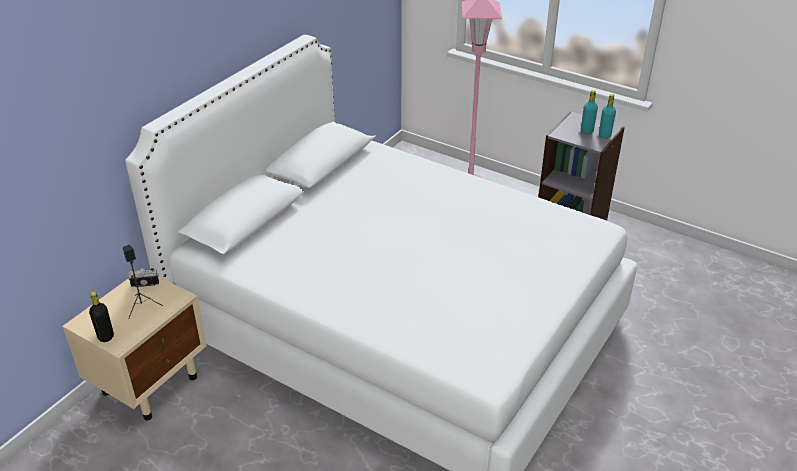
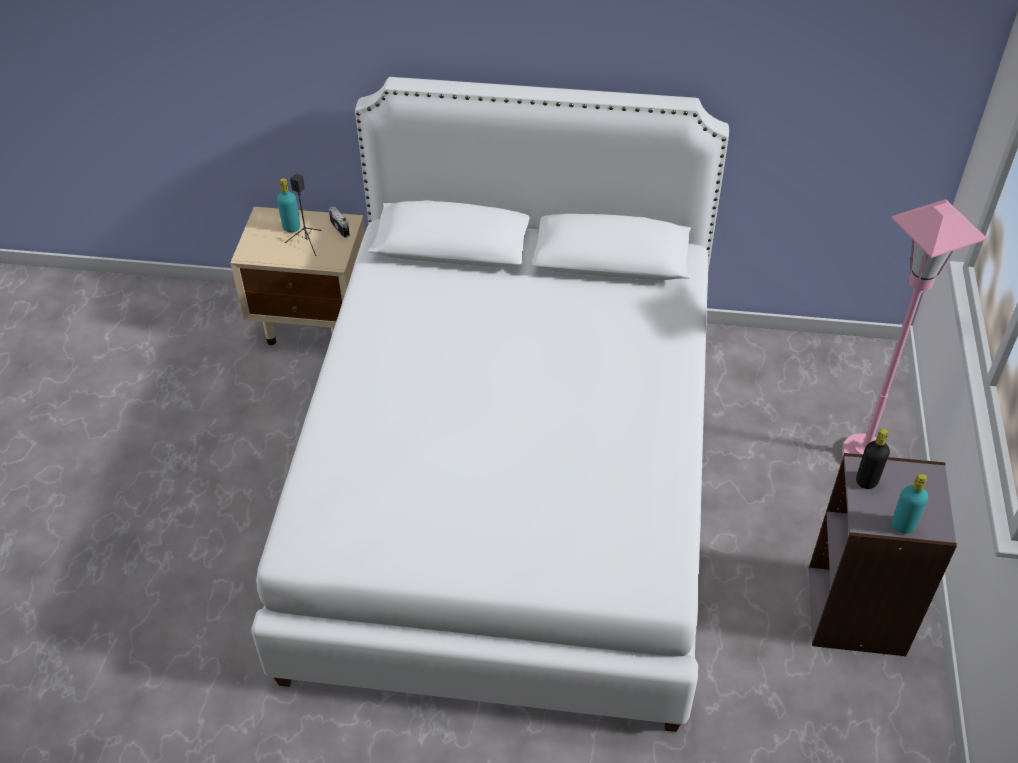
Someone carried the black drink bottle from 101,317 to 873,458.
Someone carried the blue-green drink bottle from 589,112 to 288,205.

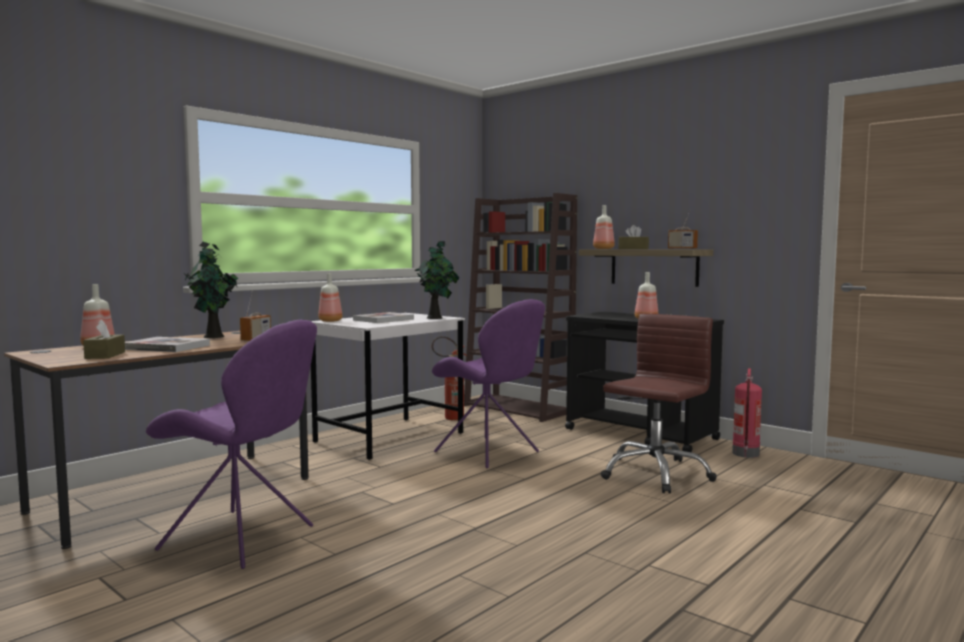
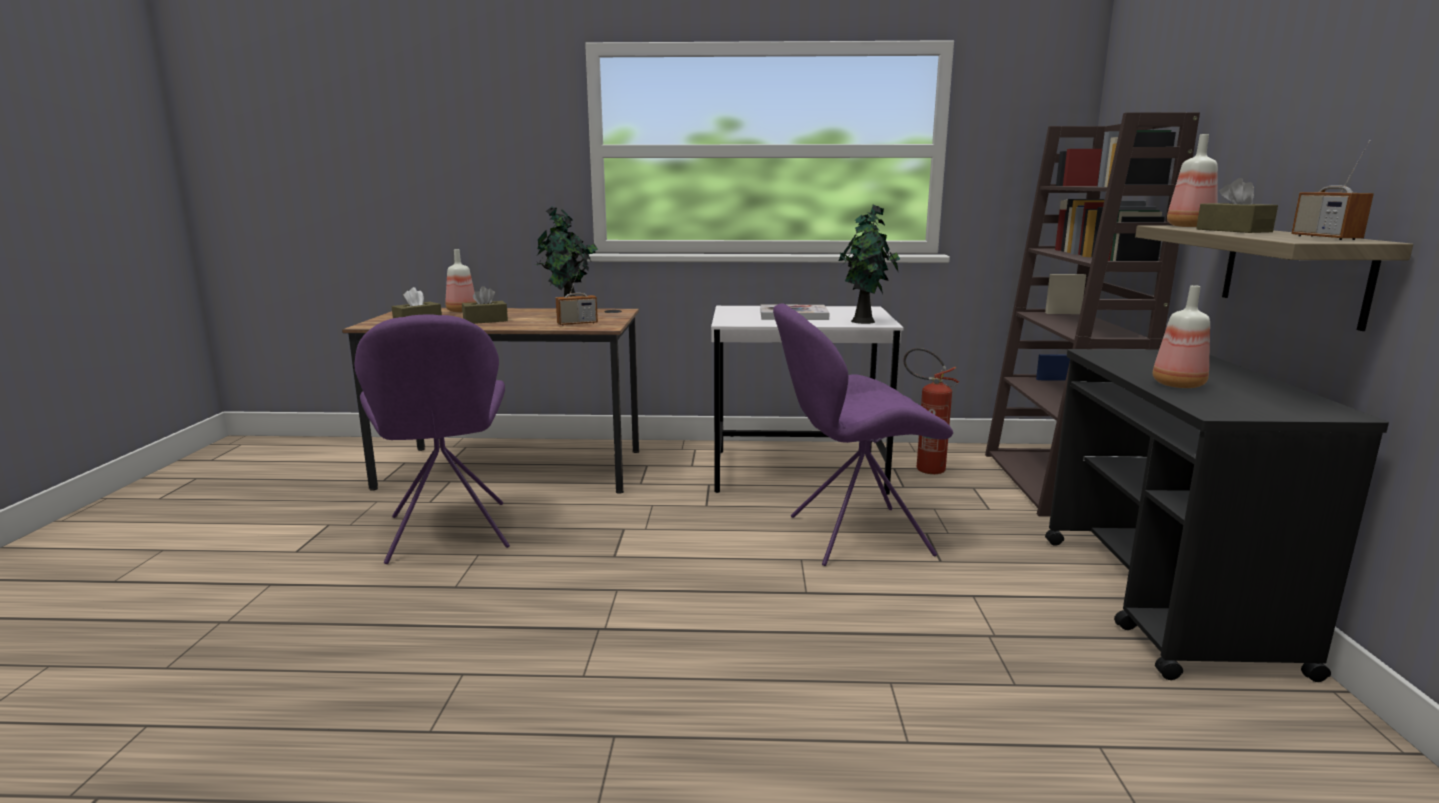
Someone swapped the book at 167,344 for the brownish box of tissues at 485,305.
Someone took away the drink bottle at 330,297.
Someone rotated the purple plain chair at 488,383 by 75 degrees clockwise.
Someone took away the brownish desk chair at 659,403.
Someone took away the extinguisher at 747,413.

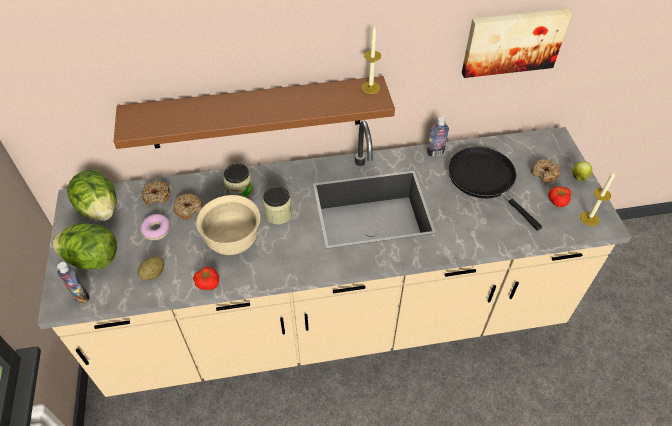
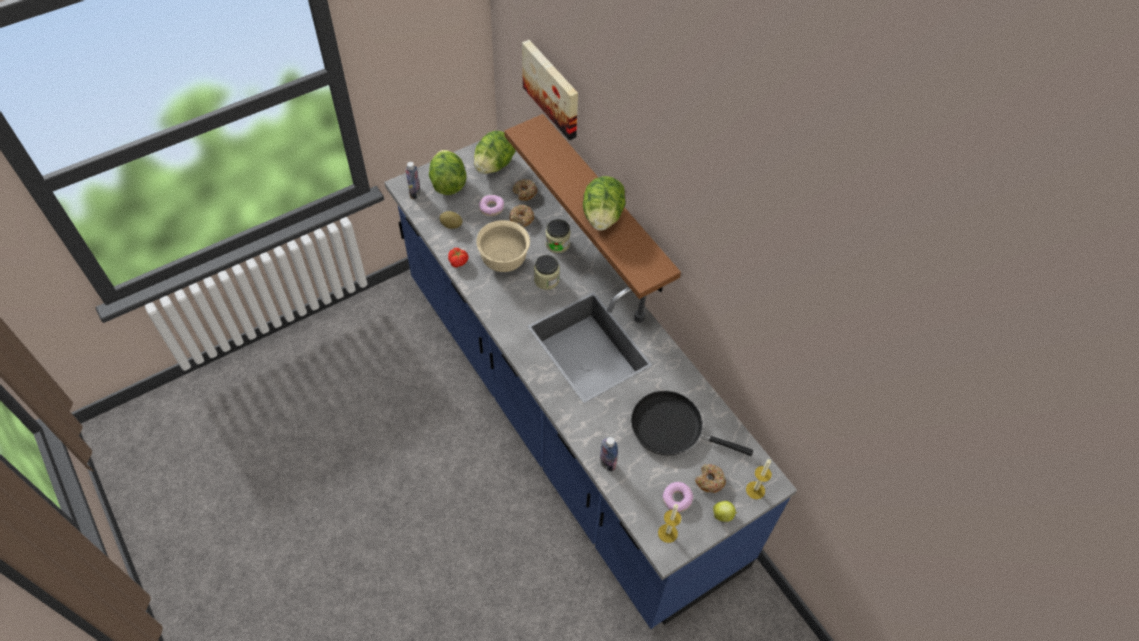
Someone repainted the sand-coloured kitchen counter at 334,259, which became the bluish kitchen counter at 590,384.
Someone carried the wax candle from 371,59 to 759,479.
Someone carried the drink bottle from 438,137 to 609,454.
Someone rotated the black pan at 495,188 by 105 degrees counterclockwise.
Someone carried the wall art from 517,43 to 550,90.
Someone swapped the tomato at 559,196 for the doughnut at 678,497.
Someone put down the lettuce at 604,203.

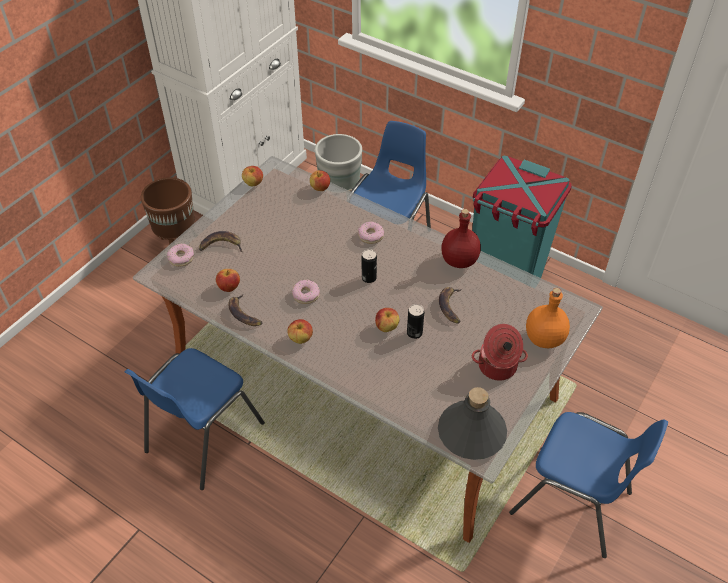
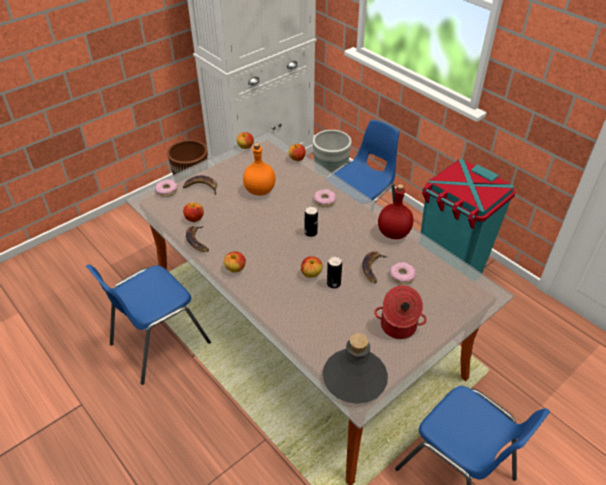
Someone carried the doughnut from 306,292 to 403,273.
Someone carried the orangey drink bottle from 548,318 to 259,169.

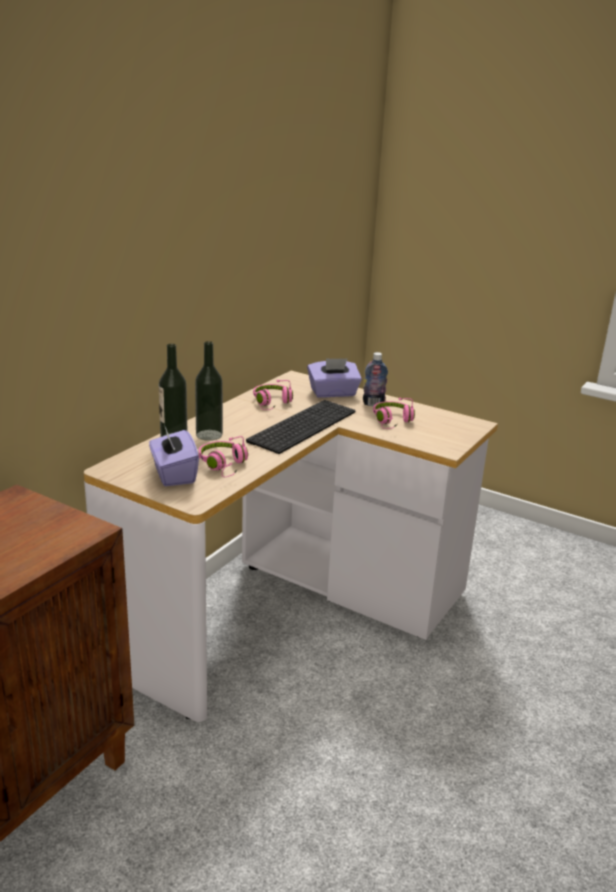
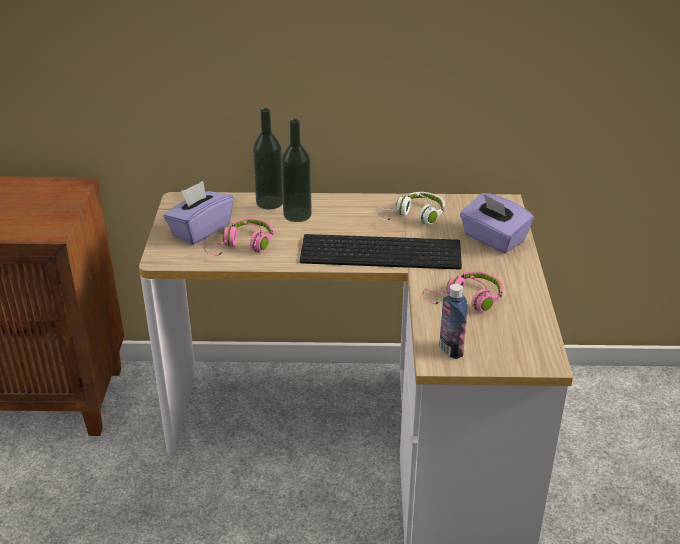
Someone repainted the pink headphones at 273,395, which became the white headphones at 410,208.
Someone carried the drink bottle from 375,379 to 453,321.

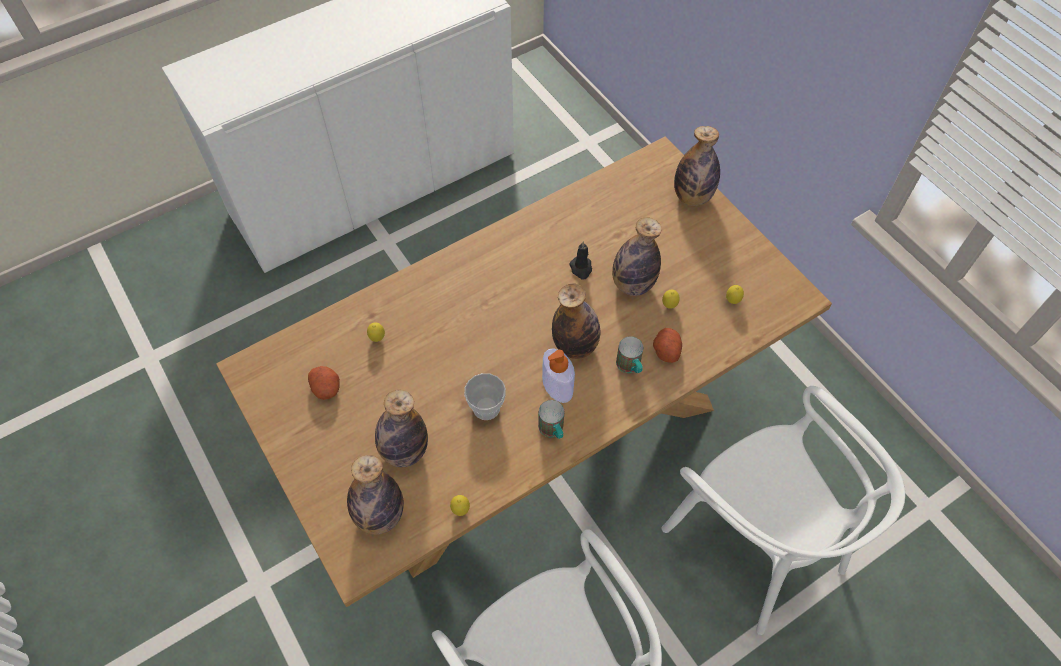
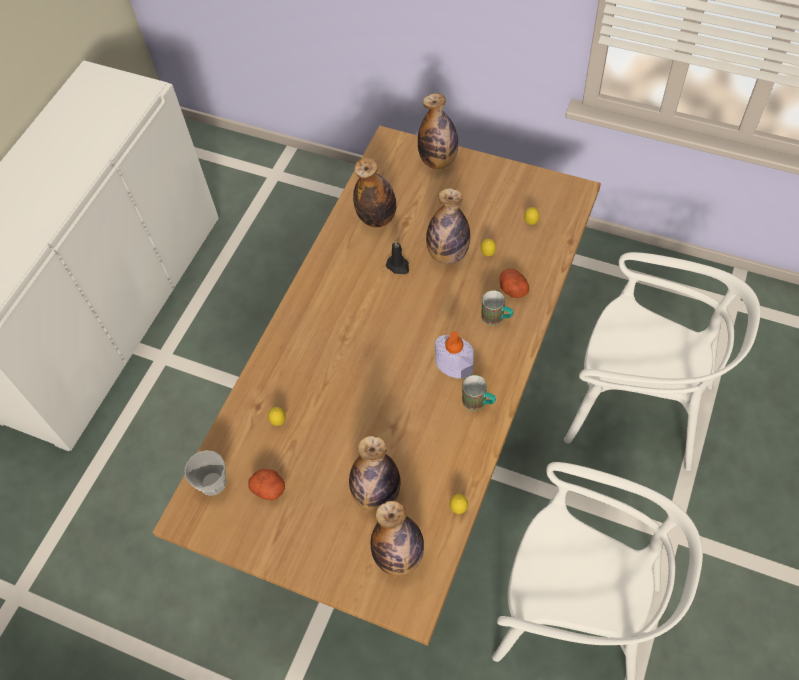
Someone carried the cup from 485,396 to 205,473.
Someone carried the drink bottle from 576,321 to 374,192.

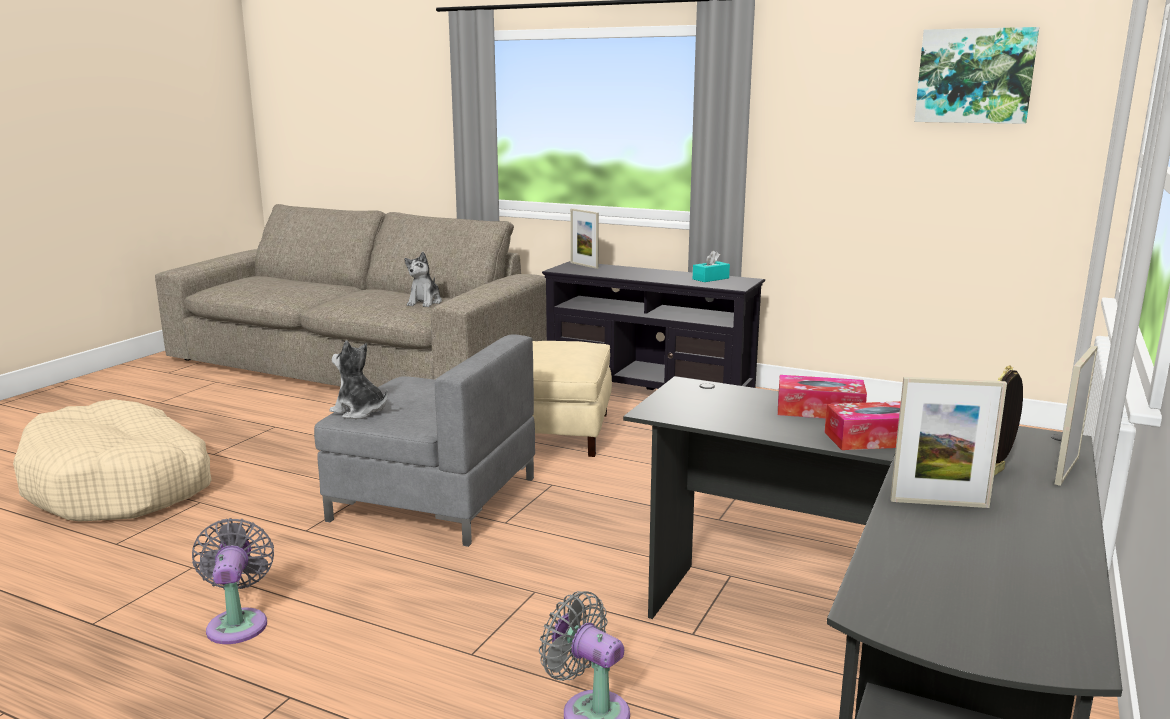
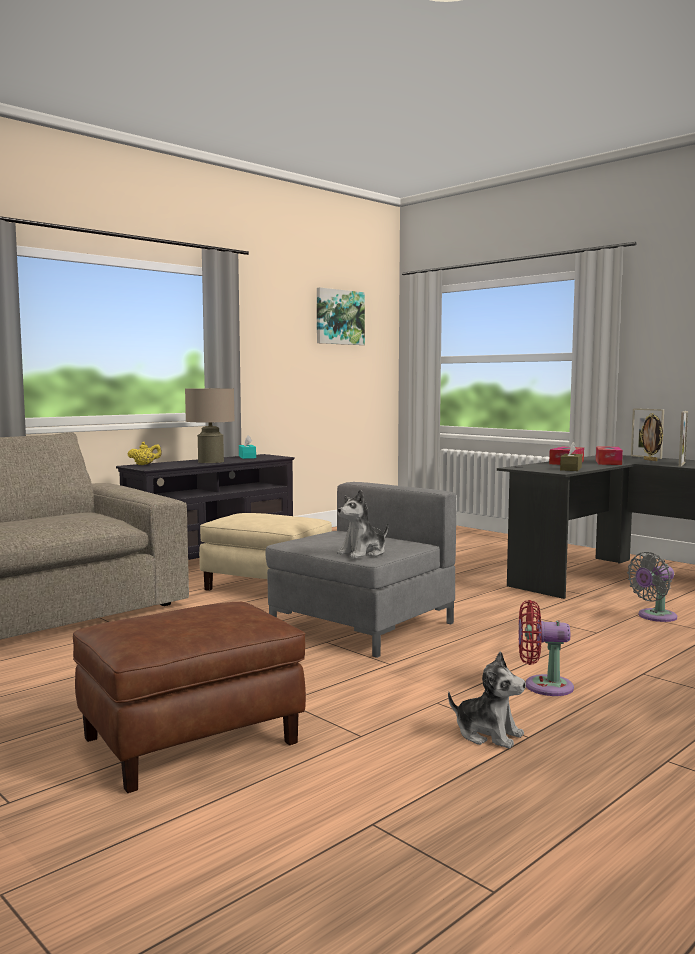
Someone swapped the sand-coloured pet bed at 112,460 for the brownish footrest at 189,697.
Someone repainted the grey electric fan at 233,581, which became the reddish electric fan at 546,648.
Someone carried the plush toy from 423,279 to 487,700.
Someone swapped the photo frame at 584,239 for the yellowish tea pot at 144,453.
Someone put down the sand-coloured tabletop lamp at 210,425.
Someone put down the brownish box of tissues at 571,456.

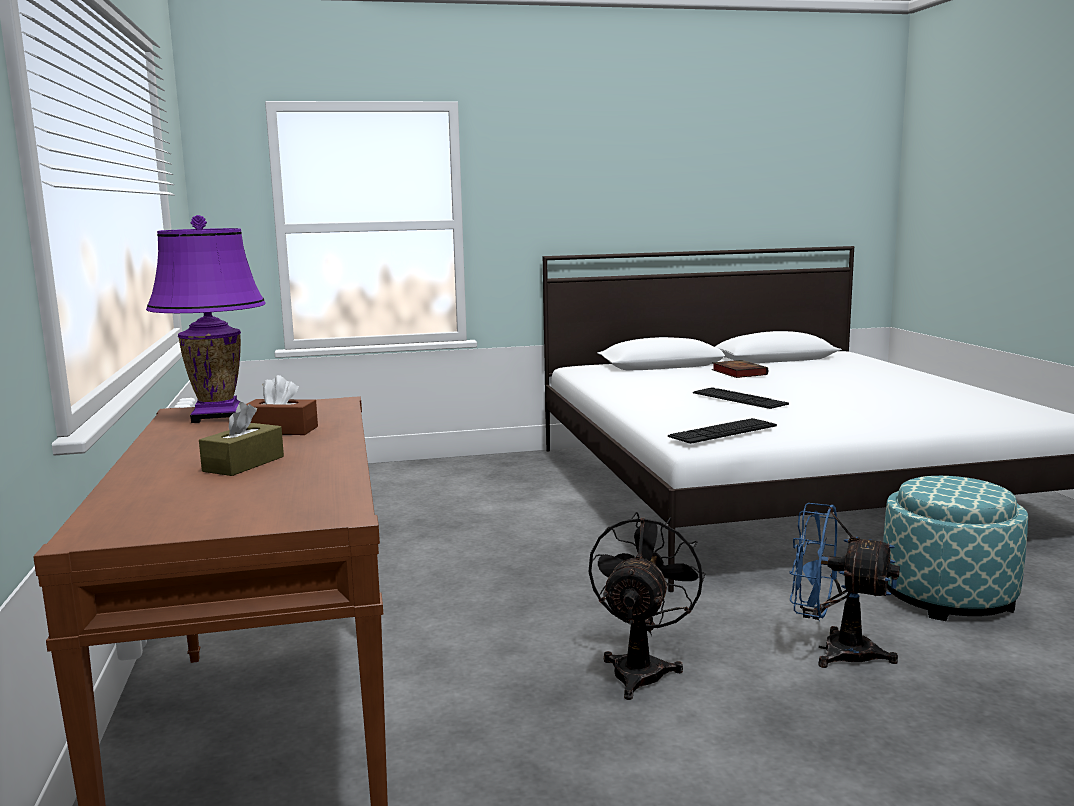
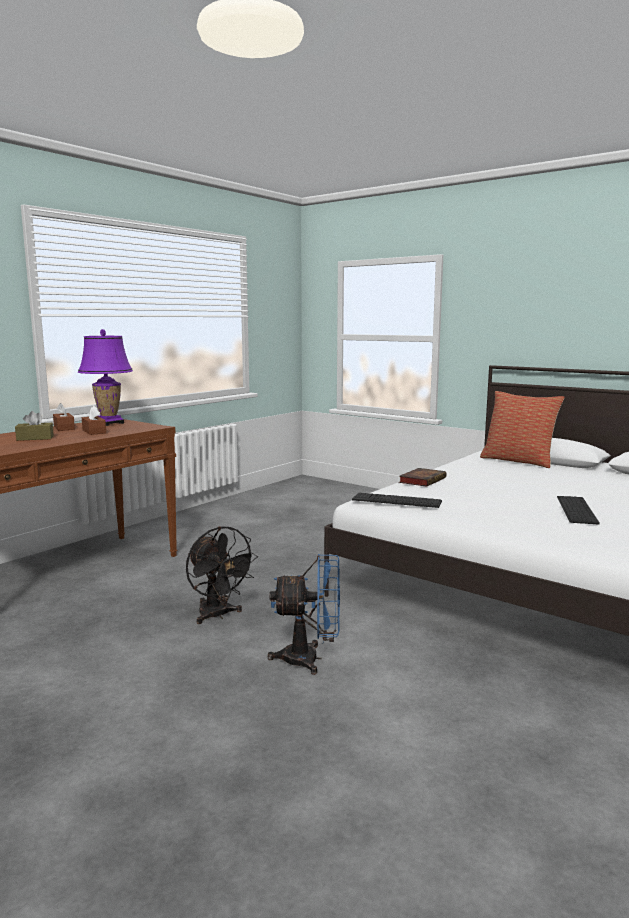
Someone rotated the black electric fan at 646,606 by 75 degrees clockwise.
Someone carried the PC keyboard from 741,398 to 578,510.
Someone carried the book from 740,369 to 423,477.
Someone rotated the bluish electric fan at 845,585 by 105 degrees clockwise.
Someone took away the footrest at 955,548.
Someone put down the brownish box of tissues at 64,417.
Someone put down the throw pillow at 522,429.

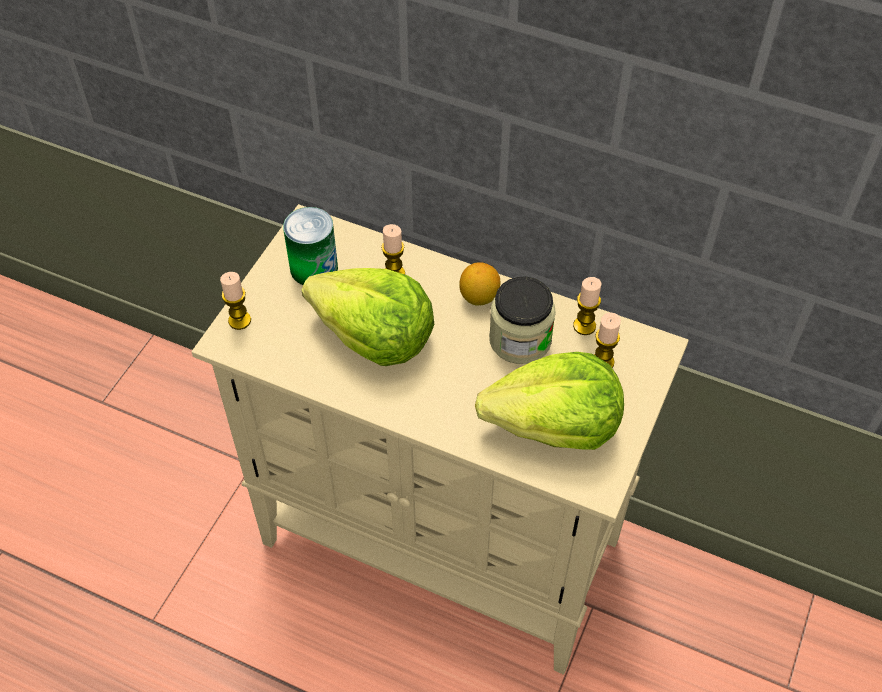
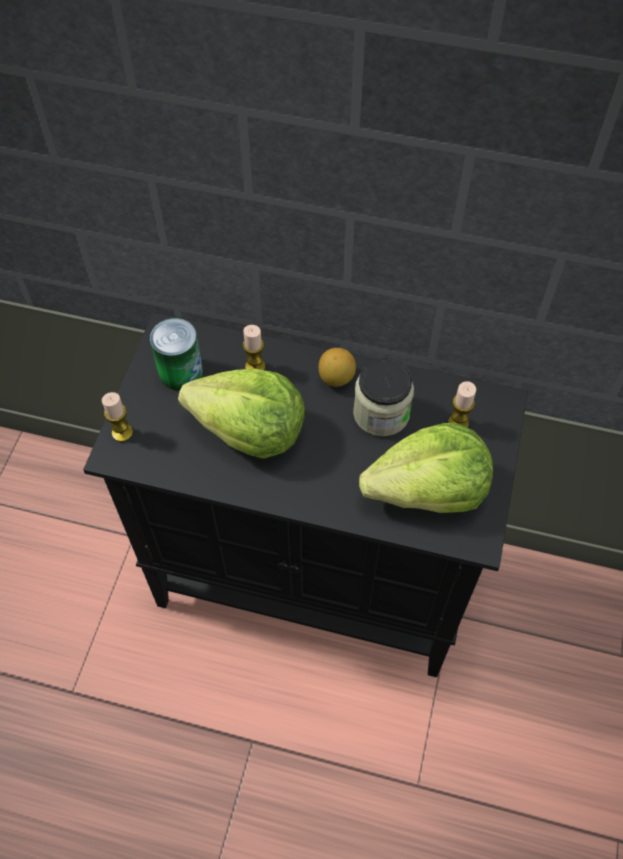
Someone repainted the sand-coloured cupboard at 440,439, which became the black cupboard at 305,494.
Someone took away the wax candle at 587,306.

